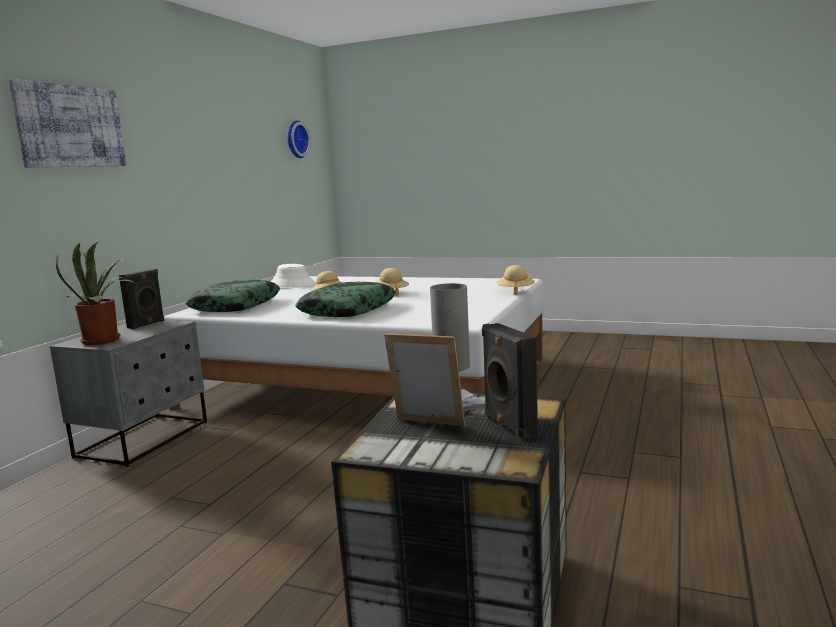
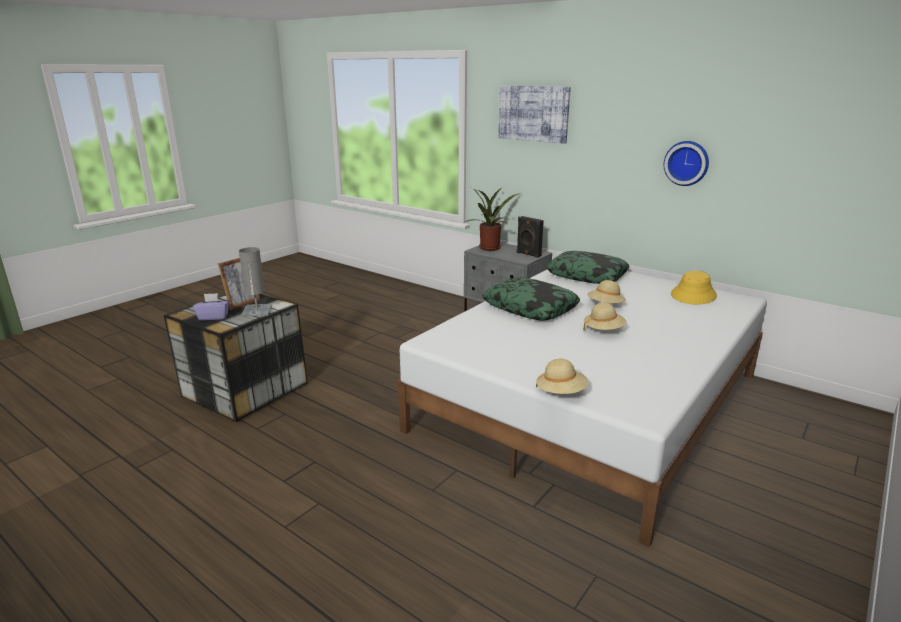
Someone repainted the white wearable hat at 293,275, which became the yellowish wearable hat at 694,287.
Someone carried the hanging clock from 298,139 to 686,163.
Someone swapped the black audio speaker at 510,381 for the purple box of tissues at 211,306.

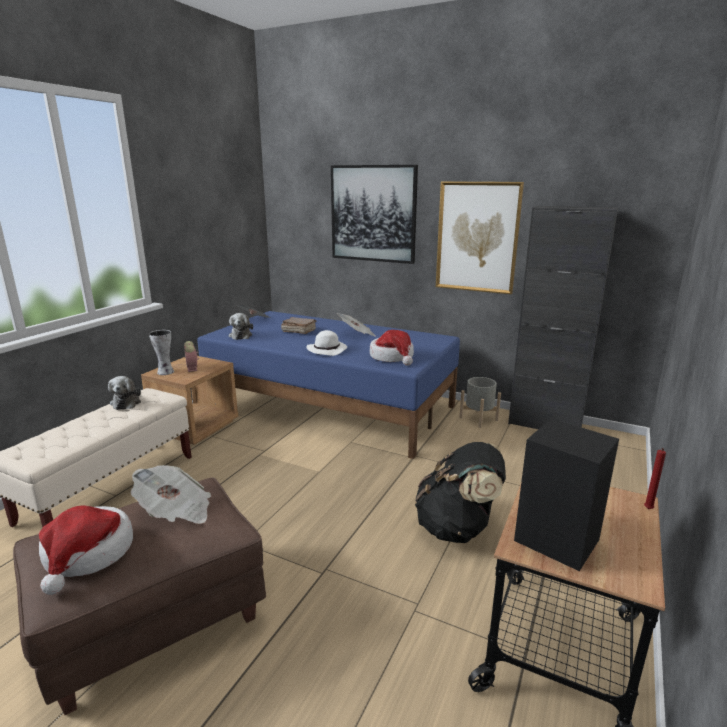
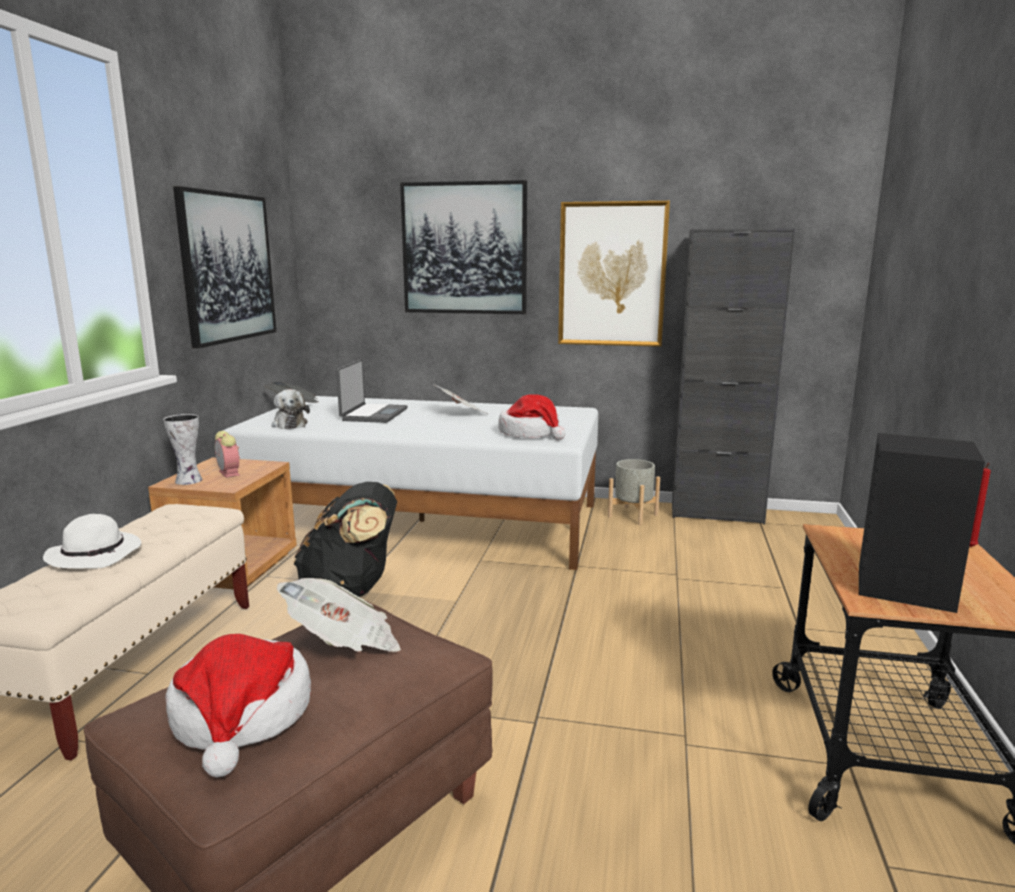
Someone took away the plush toy at 124,393.
Someone repainted the bluish sleeping bed at 328,385, which became the white sleeping bed at 410,483.
Someone swapped the brownish book at 299,325 for the portable computer at 371,391.
Someone carried the white wearable hat from 327,343 to 92,541.
Someone carried the black backpack from 460,492 to 345,539.
Someone put up the wall art at 224,267.

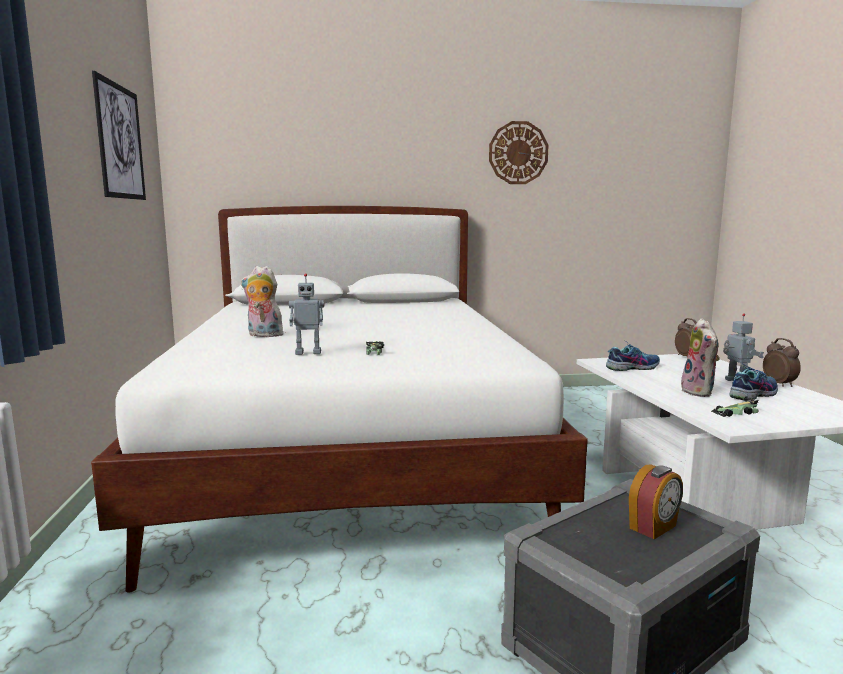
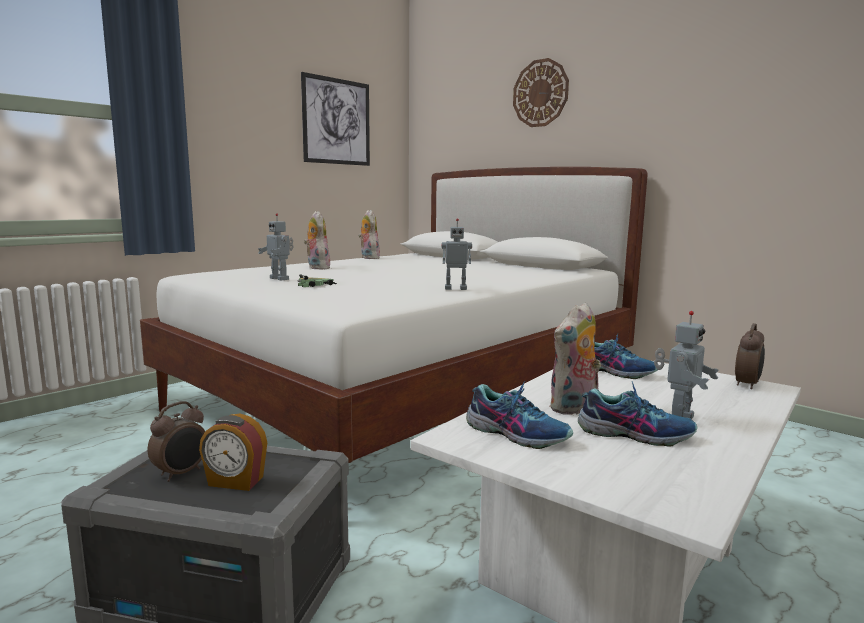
Someone carried the hanging clock from 519,152 to 541,92.
Someone swapped the toy car at 735,406 for the shoe at 519,415.
Someone carried the bedside clock from 782,362 to 176,441.
Someone put down the plush toy at 369,234.
Someone put down the robot figure at 457,254.

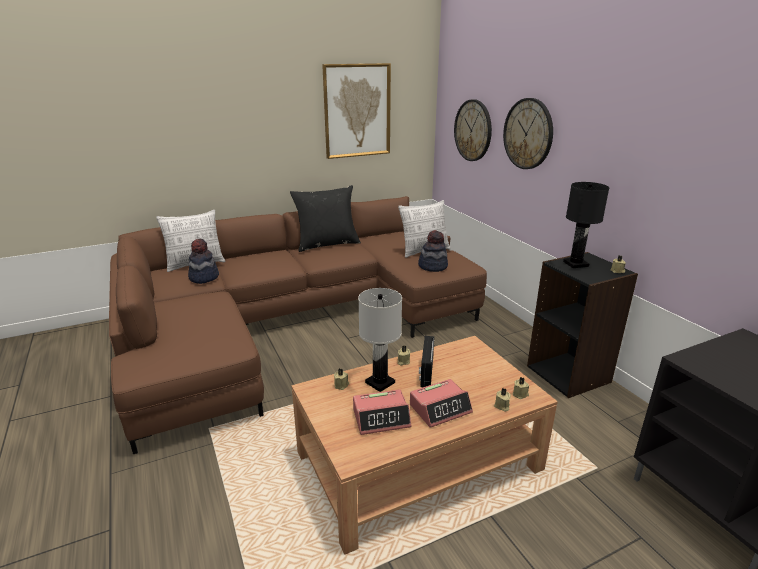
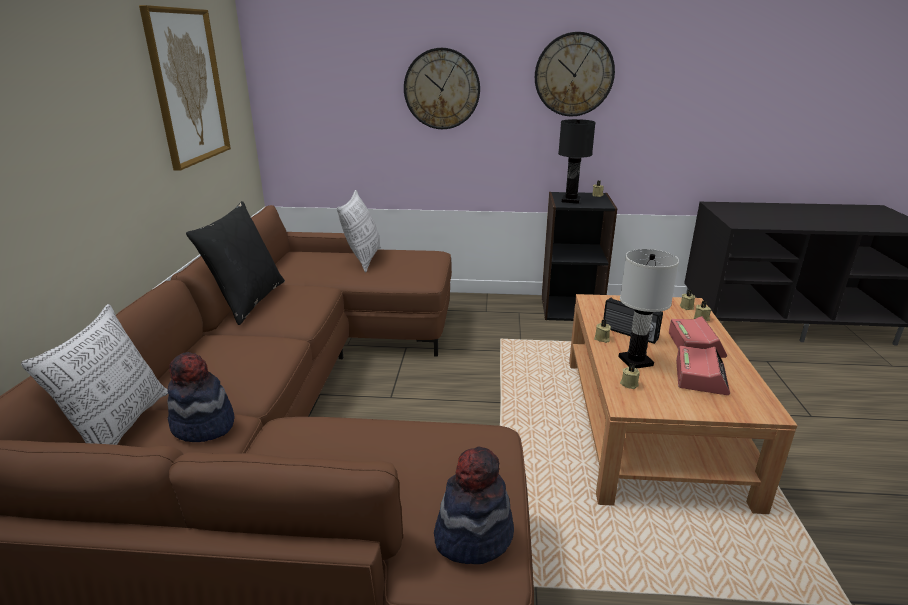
Someone carried the wearable hat from 433,251 to 474,505.
Someone carried the hanging clock from 473,130 to 575,74.

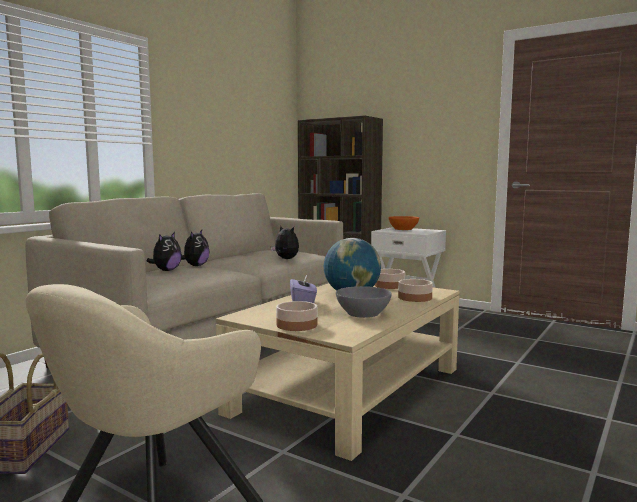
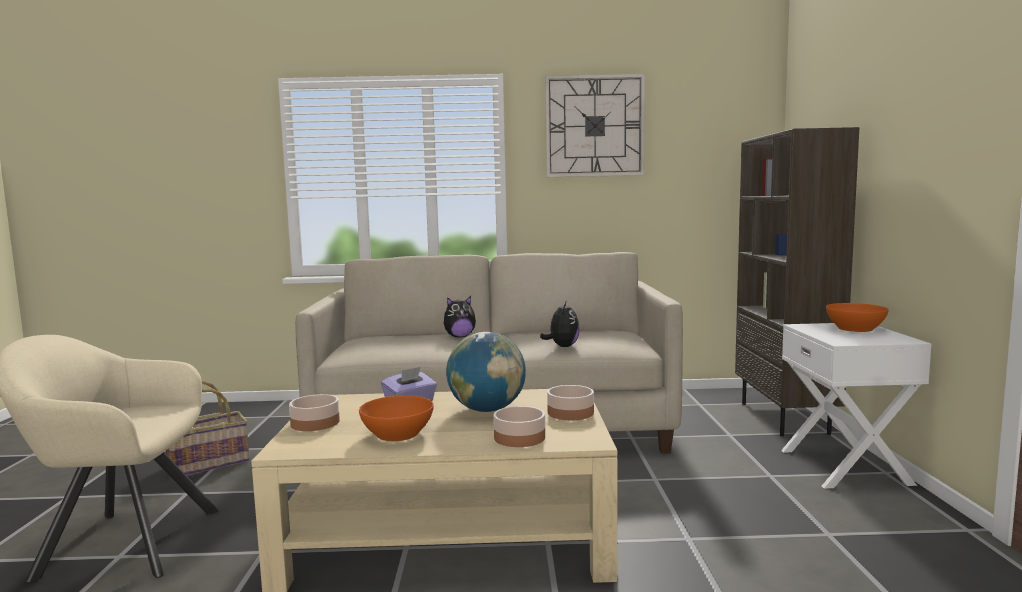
Someone took away the plush toy at 164,251.
Someone repainted the grey serving bowl at 364,302, which became the orangey serving bowl at 396,418.
Someone put up the hanging clock at 595,125.

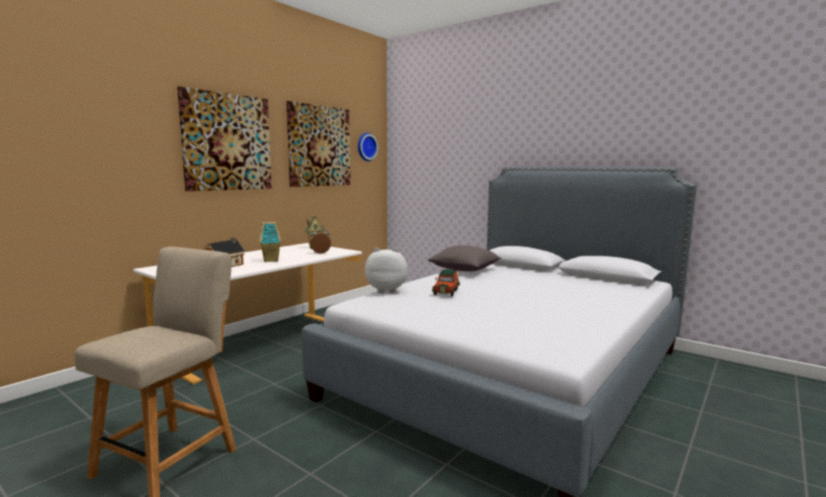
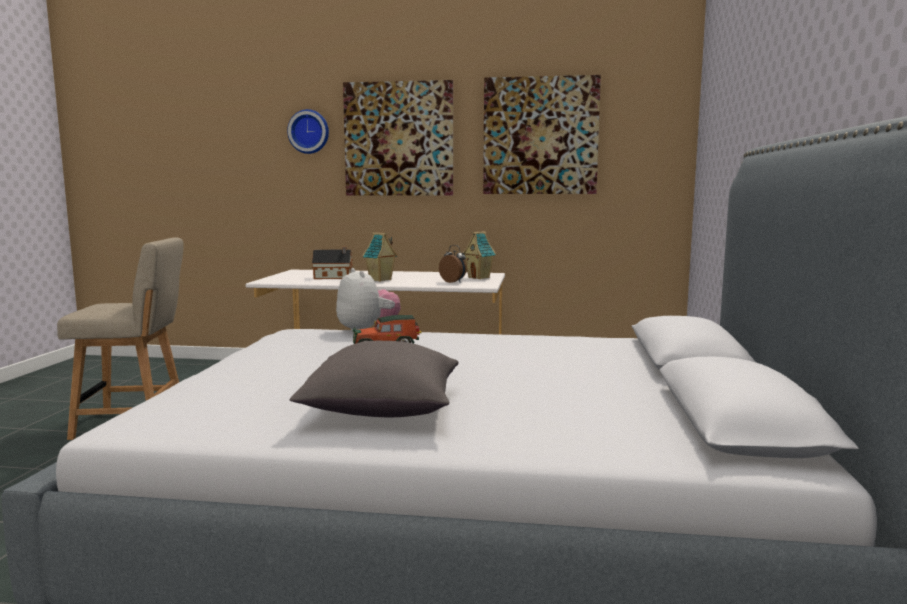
Someone carried the hanging clock from 368,147 to 308,131.
Someone carried the grey throw pillow from 464,258 to 374,379.

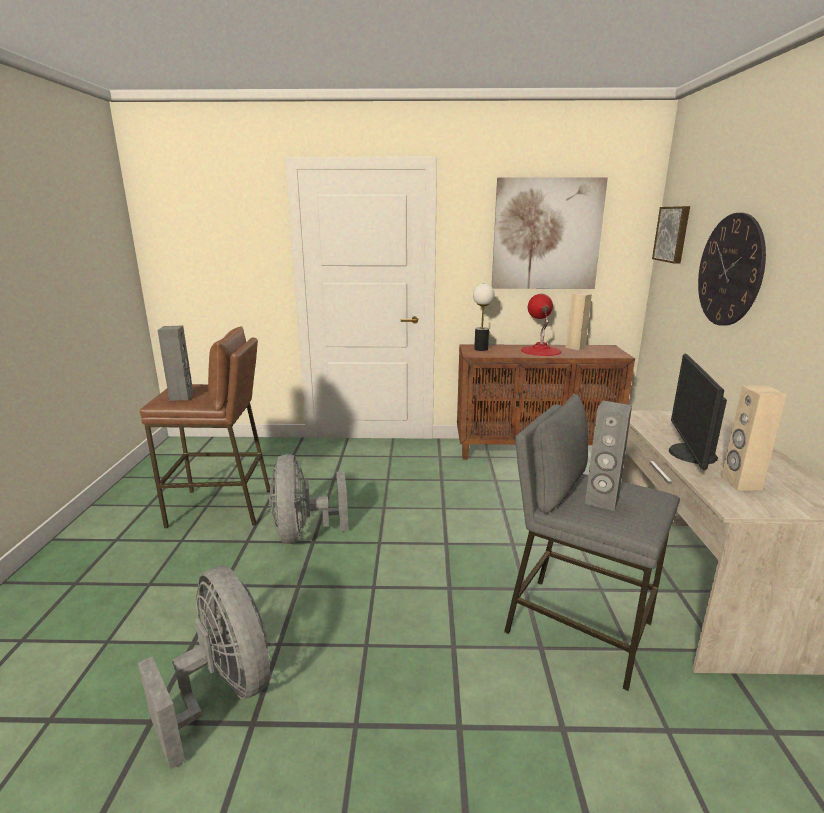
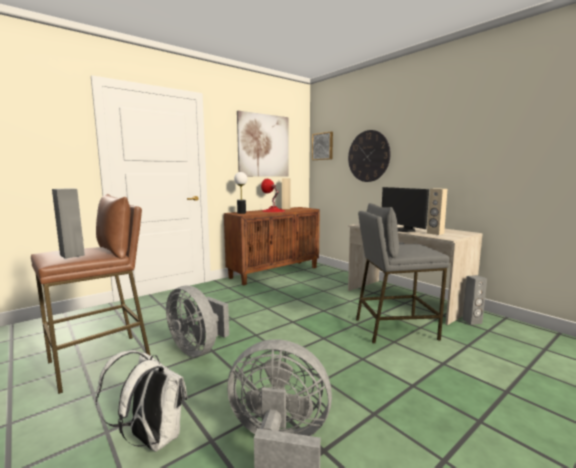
Someone carried the grey audio speaker from 608,455 to 475,300.
Someone put down the white backpack at 141,401.

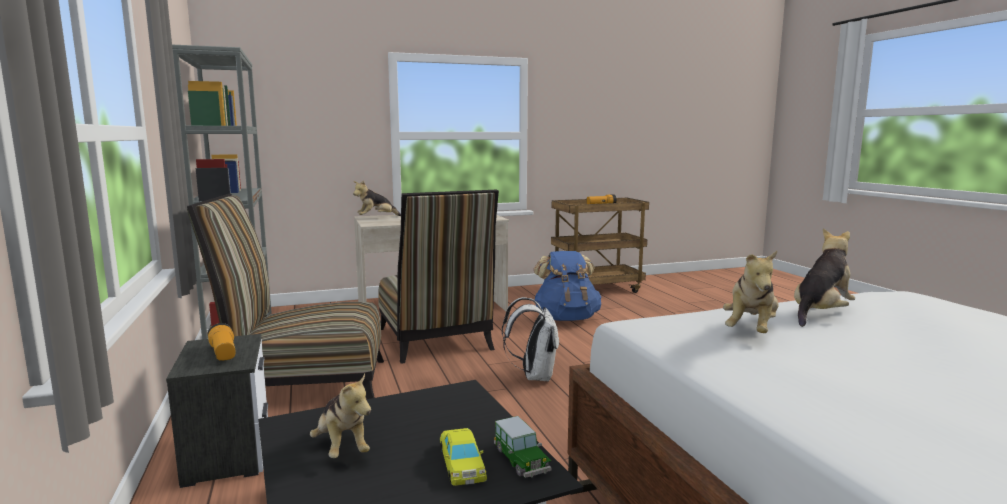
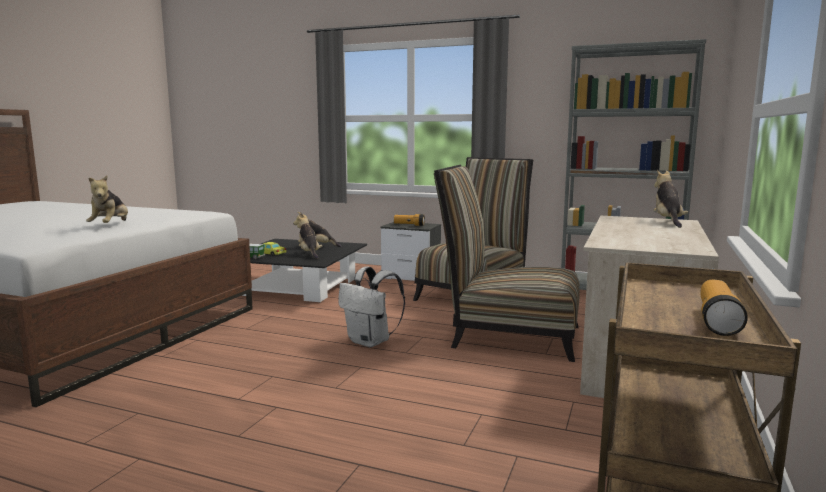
Someone took away the bluish backpack at 567,286.
Someone carried the plush toy from 750,292 to 309,237.

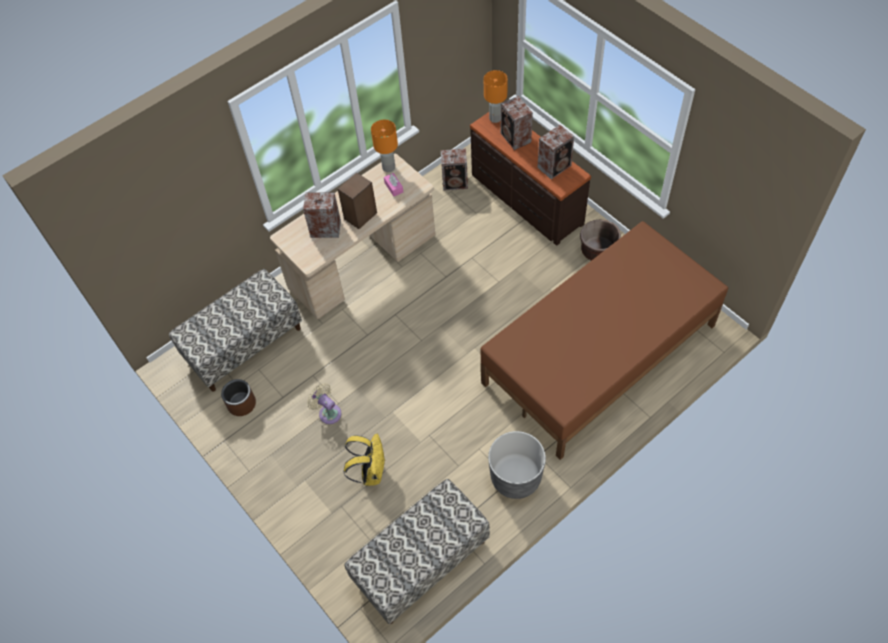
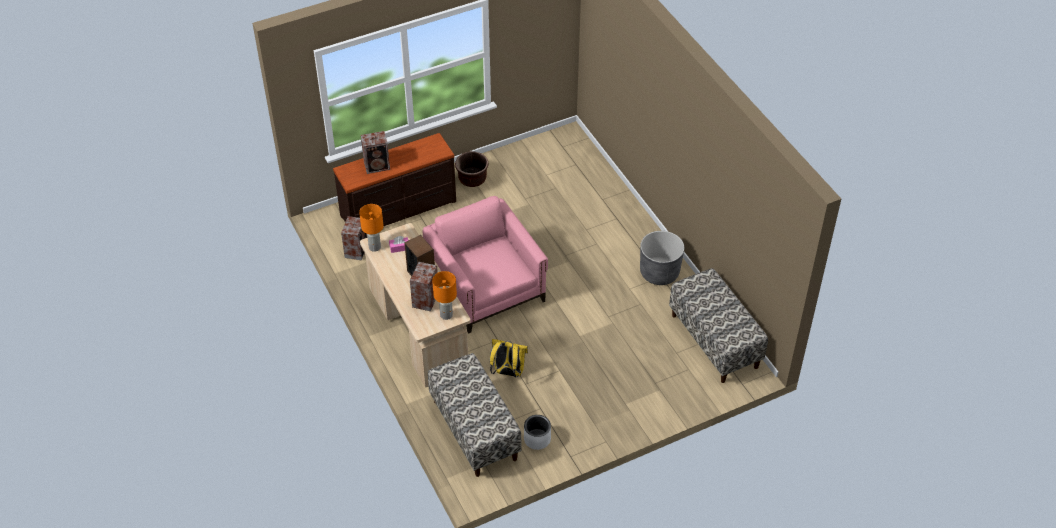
Someone repainted the brownish planter at 238,397, which became the white planter at 537,432.
Someone took away the sand-coloured electric fan at 324,403.
Someone carried the yellowish backpack from 364,460 to 509,358.
Someone took away the brownish sleeping bed at 604,340.
Someone carried the orangey tabletop lamp from 496,96 to 444,295.
Someone took away the audio speaker at 555,152.
Someone put down the pink lounge chair at 485,265.

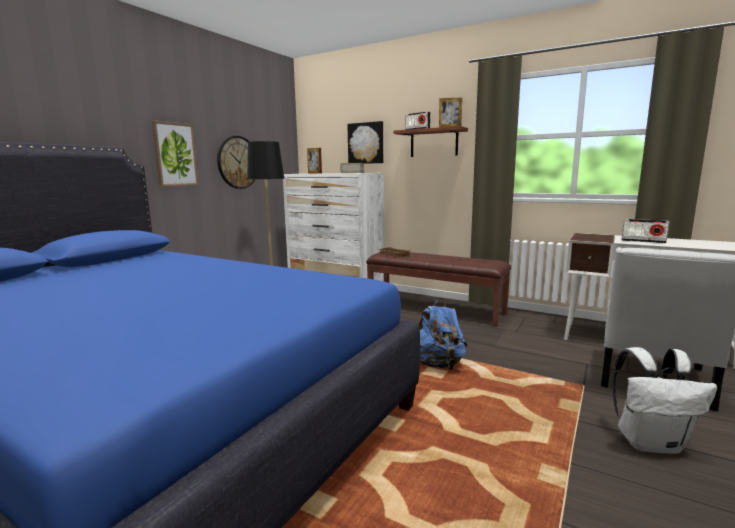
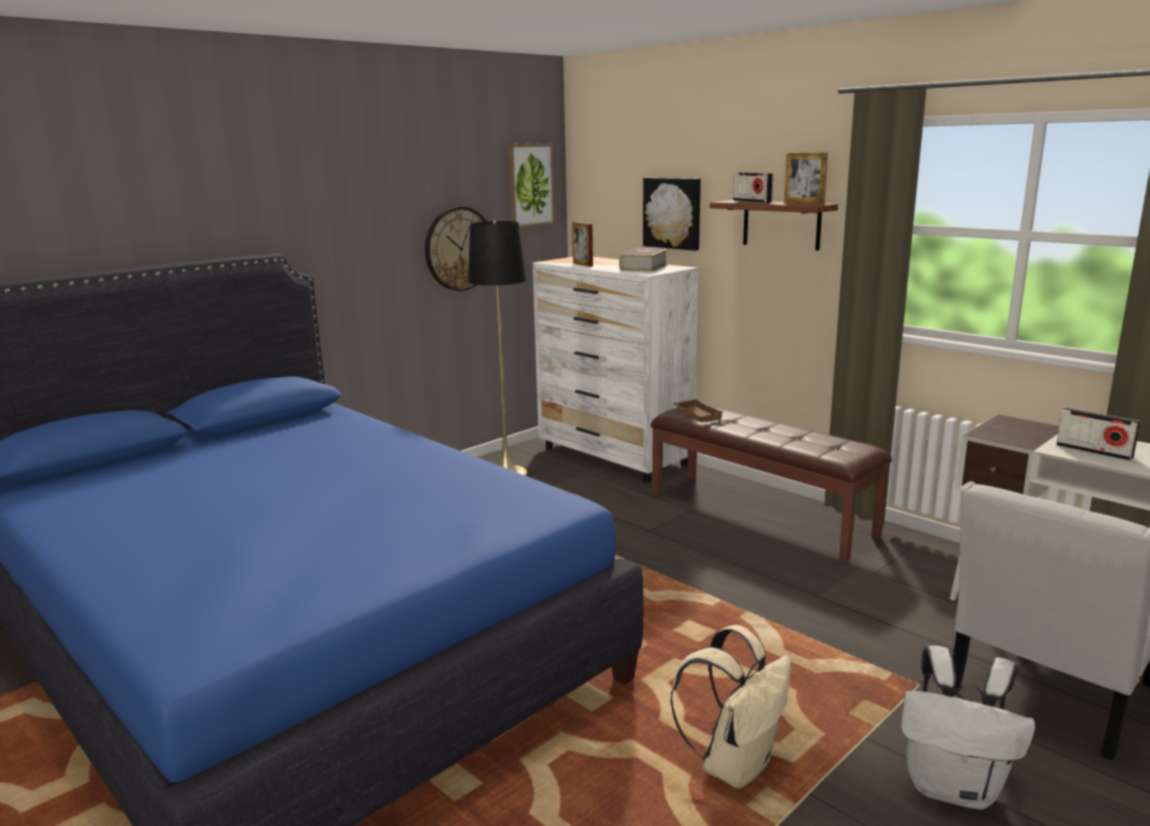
Someone carried the wall art from 175,154 to 531,185.
Someone took away the bluish backpack at 443,334.
Someone put down the sand-coloured backpack at 731,707.

